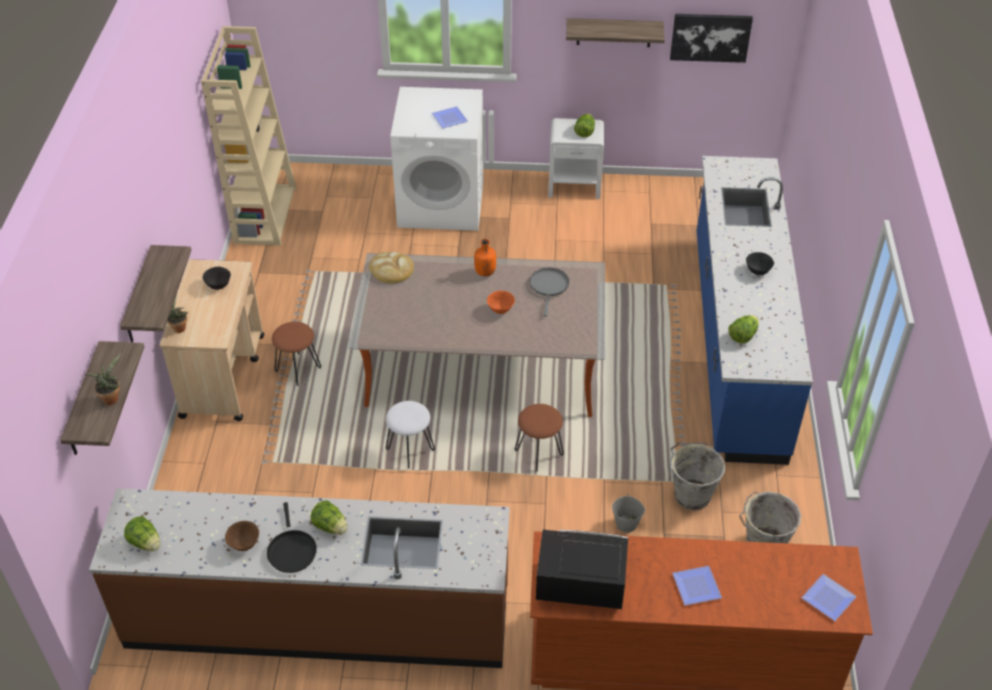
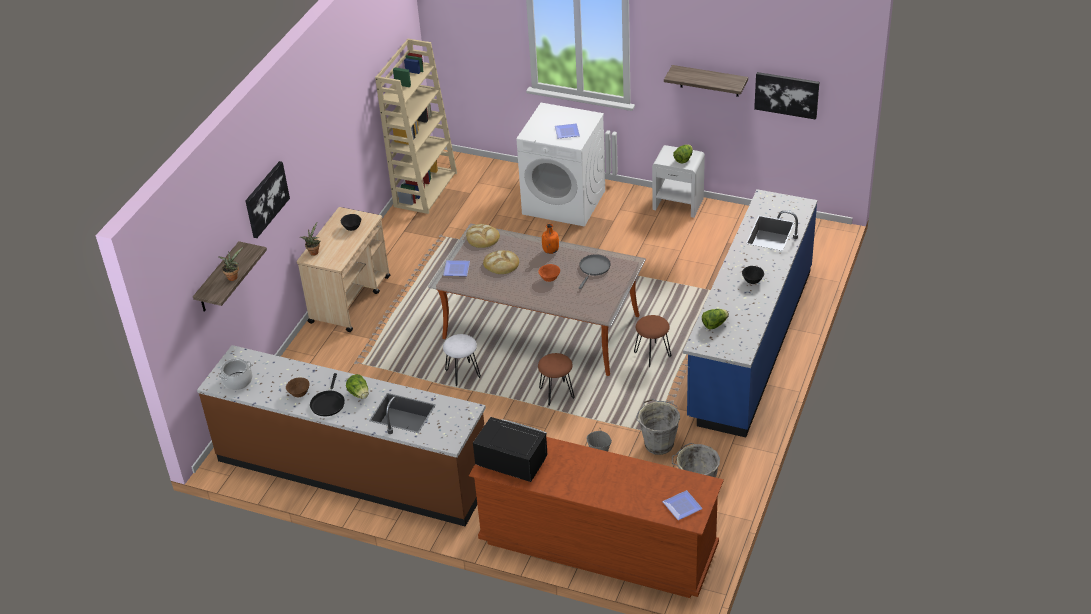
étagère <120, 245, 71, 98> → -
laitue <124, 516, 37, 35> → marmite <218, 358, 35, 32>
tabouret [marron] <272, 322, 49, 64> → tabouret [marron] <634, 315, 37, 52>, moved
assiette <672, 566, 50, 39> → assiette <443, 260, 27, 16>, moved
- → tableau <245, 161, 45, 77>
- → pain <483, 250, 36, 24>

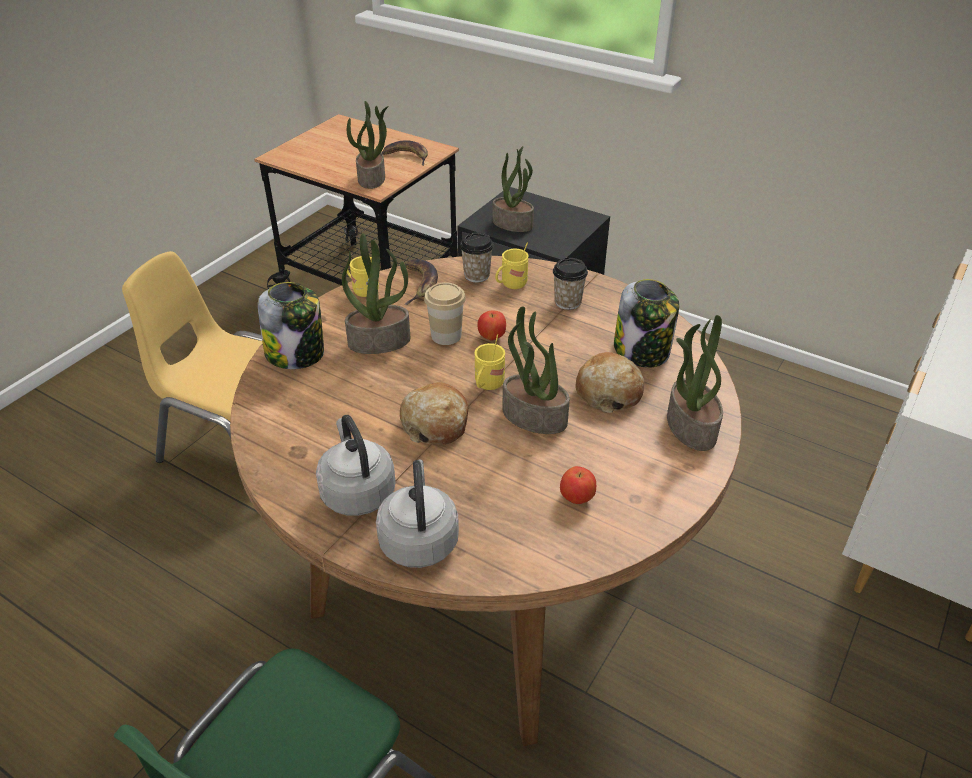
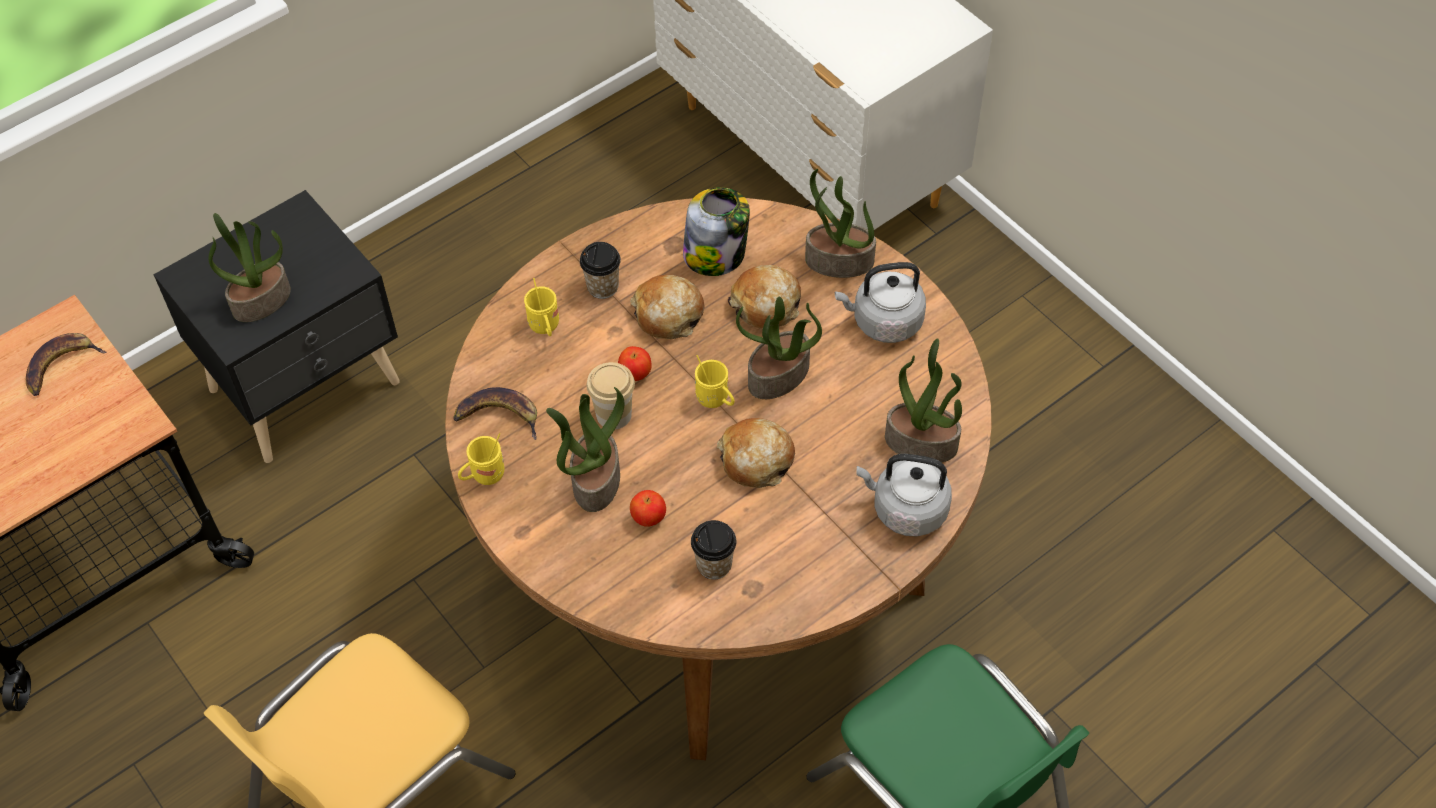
bocal <258, 282, 66, 87> → -
bouilloire [gris] <316, 415, 80, 101> → bouilloire [gris] <835, 262, 91, 81>, moved
plante en pot <347, 101, 42, 88> → plante en pot <885, 339, 77, 123>, moved
tasse <460, 232, 34, 50> → tasse <691, 520, 46, 60>, moved
pomme <560, 466, 36, 38> → pomme <630, 490, 36, 37>, moved
- → pain <630, 275, 74, 64>

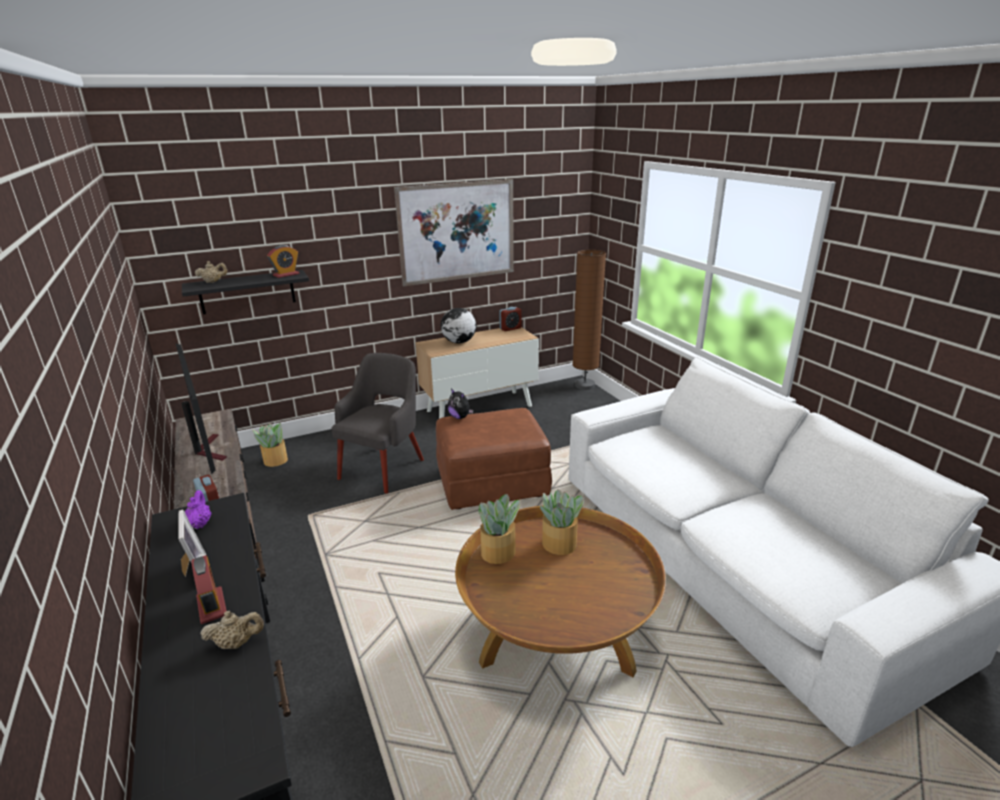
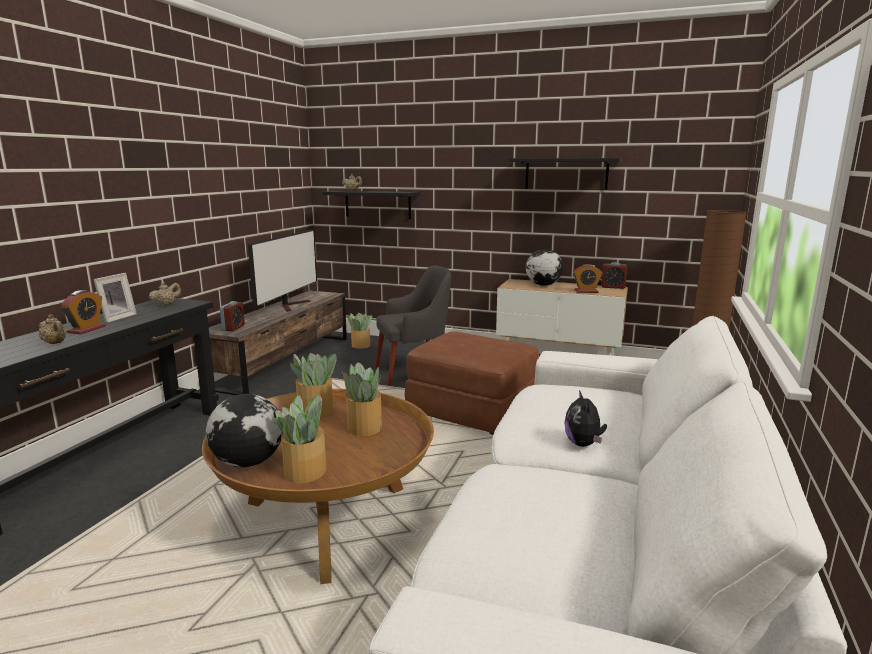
théière [violet] <185, 490, 26, 39> → théière [beige] <149, 282, 32, 24>
réveil <267, 245, 33, 33> → réveil <573, 264, 30, 29>, moved
tableau <394, 179, 120, 108> → étagère [noir] <509, 158, 113, 32>
peluche <448, 388, 25, 31> → peluche <564, 390, 43, 57>, moved
- → globe <206, 394, 77, 73>
- → plante en pot <275, 395, 51, 88>

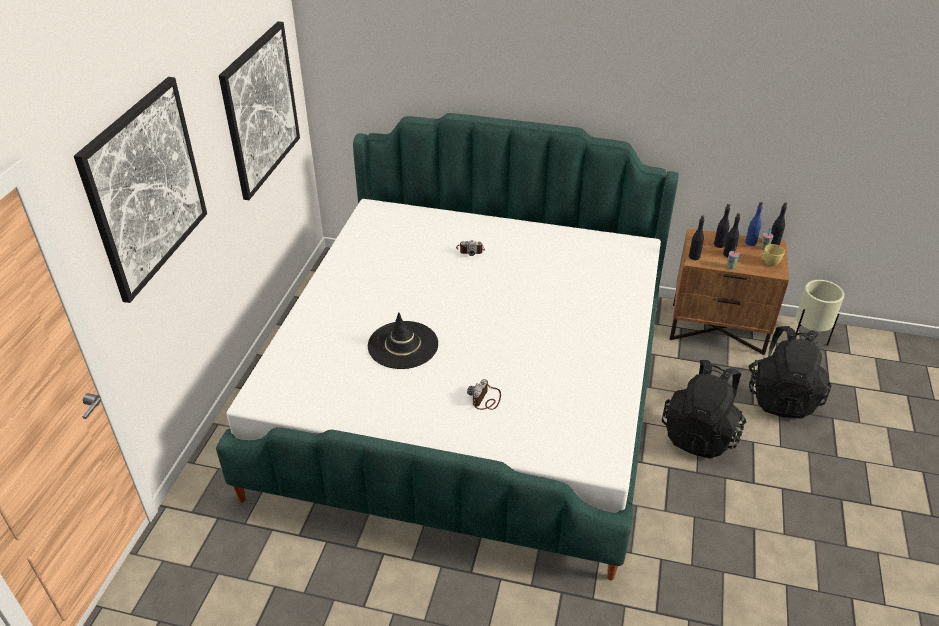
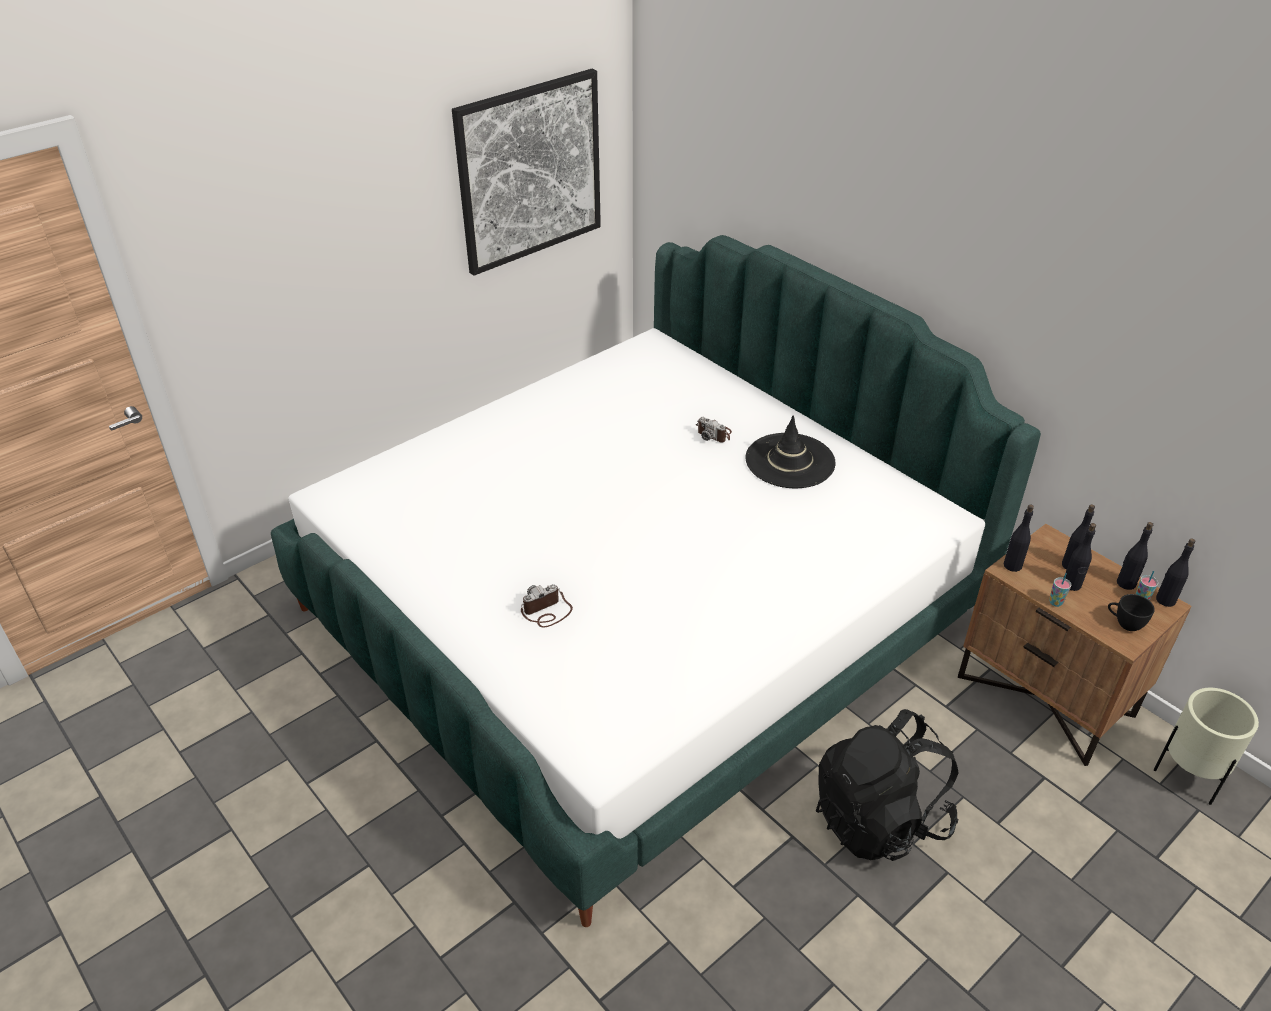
tableau <74, 77, 133, 226> → -
chapeau [noir] <368, 312, 70, 57> → chapeau [noir] <746, 415, 90, 74>, moved
bouteille [bleu] <745, 202, 18, 44> → bouteille [noir] <1117, 522, 36, 68>
sac à dos [noir] <749, 326, 83, 93> → -
tasse [jaune] <759, 244, 26, 22> → tasse [noir] <1108, 594, 47, 37>

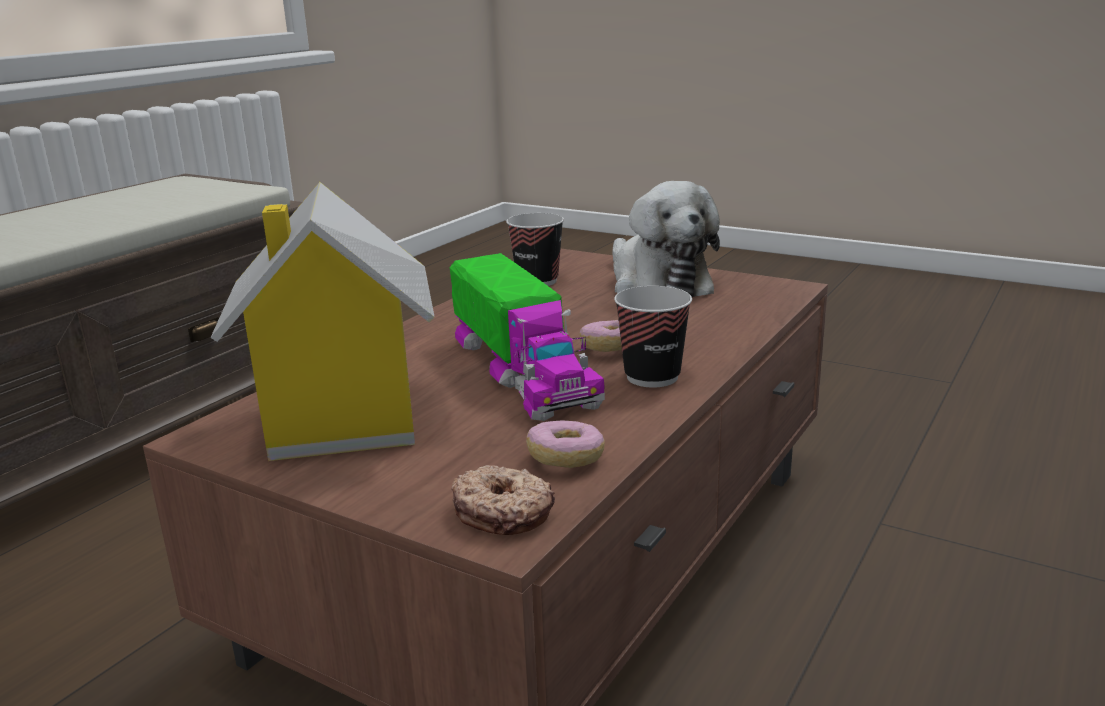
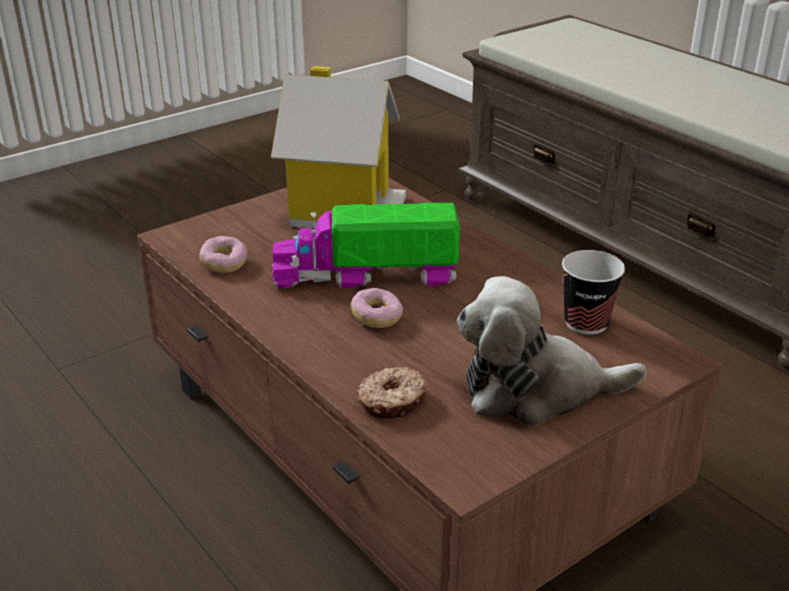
beignet <451, 465, 104, 70> → beignet <357, 367, 71, 52>, moved
tasse <614, 286, 78, 101> → -

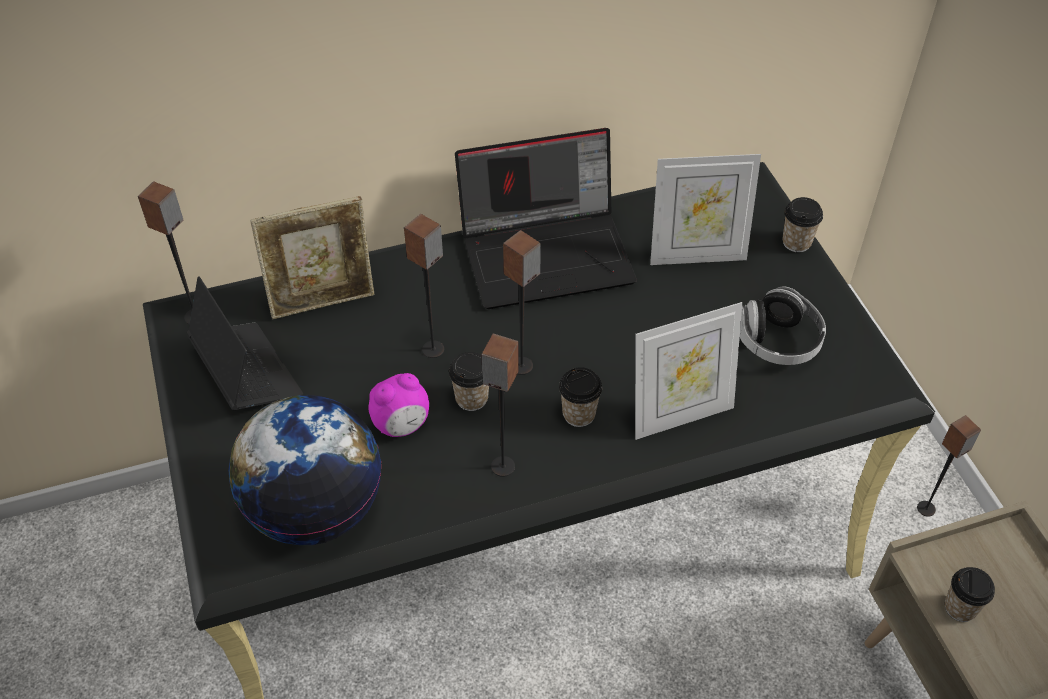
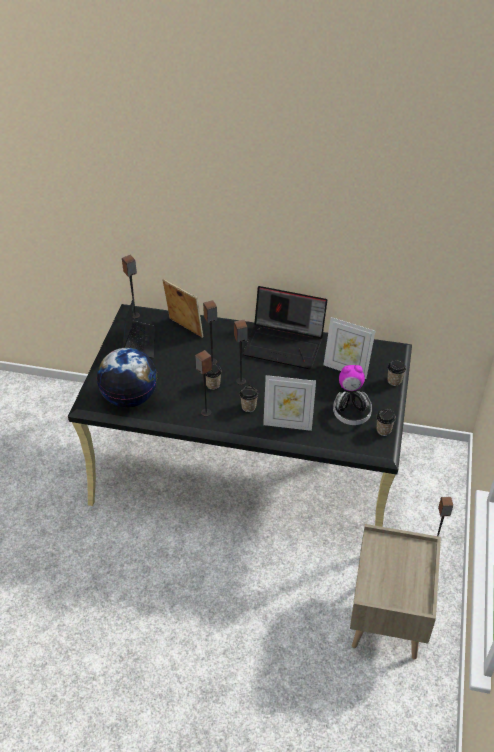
cadre photo <250, 196, 125, 123> → cadre photo <162, 279, 41, 59>, 150 degrees counterclockwise
réveil <368, 373, 61, 64> → réveil <339, 365, 26, 26>, moved
tasse <945, 567, 50, 55> → tasse <376, 409, 20, 27>, moved

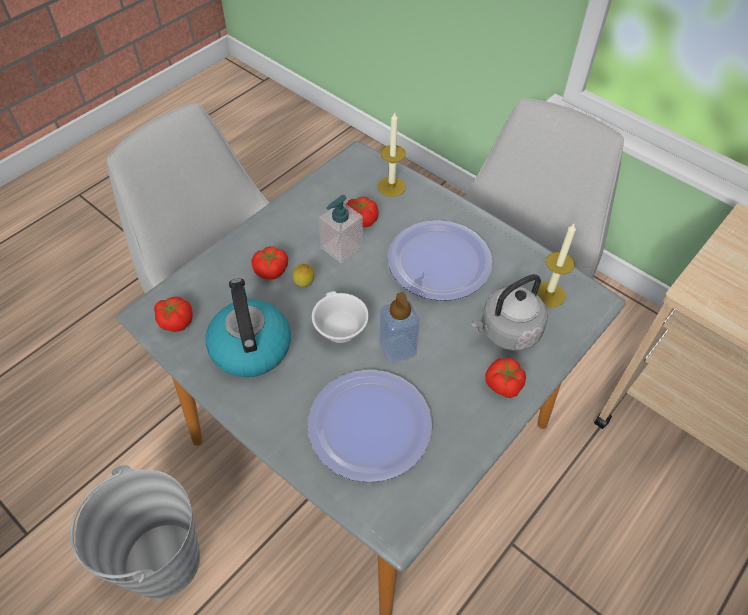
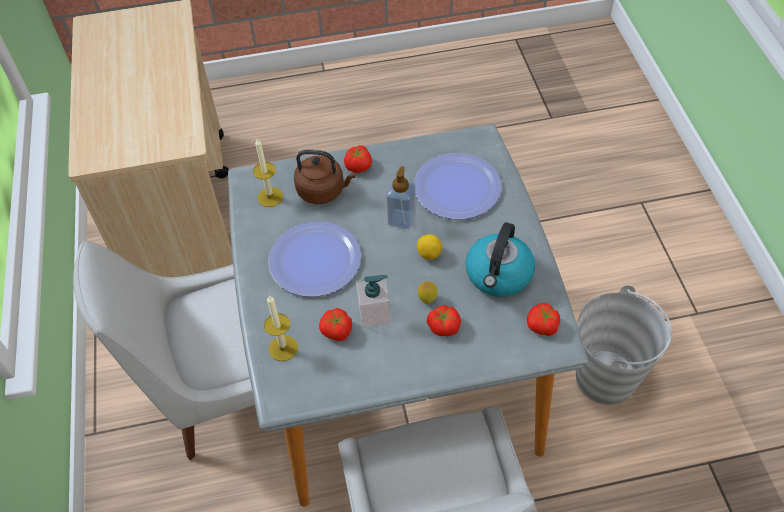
tasse [blanc] <312, 291, 57, 52> → citron <417, 234, 25, 26>
bouilloire [gris] <471, 274, 77, 77> → bouilloire [marron] <294, 150, 61, 54>

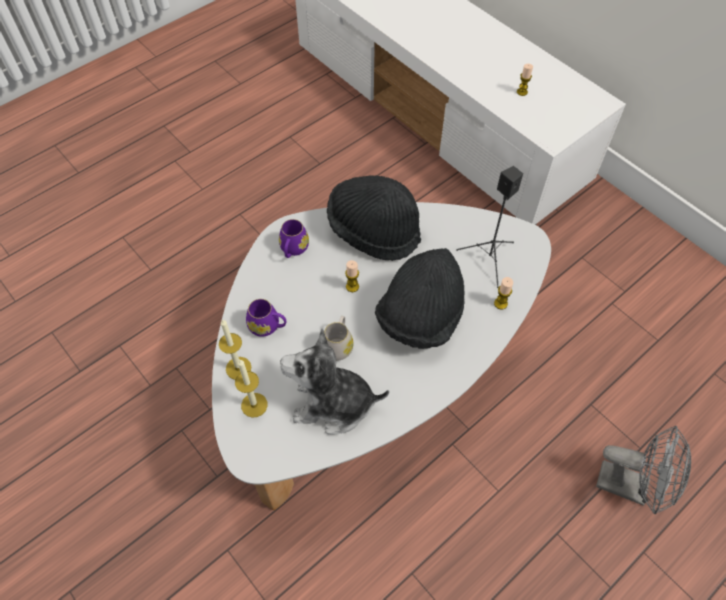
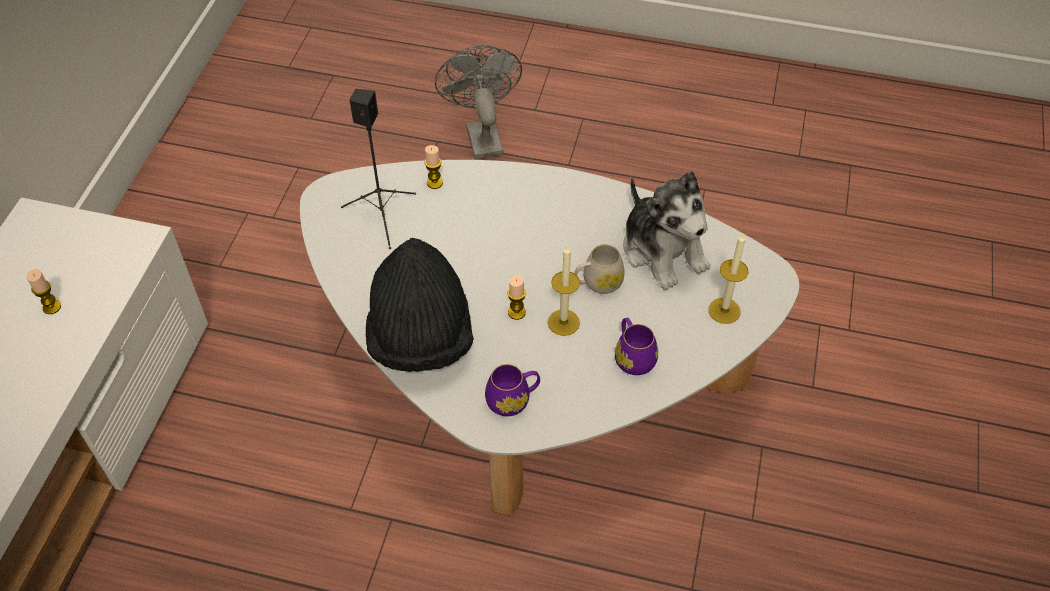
bougie <219, 319, 32, 61> → bougie <548, 245, 32, 91>, moved
chapeau [noir] <375, 248, 89, 101> → -

